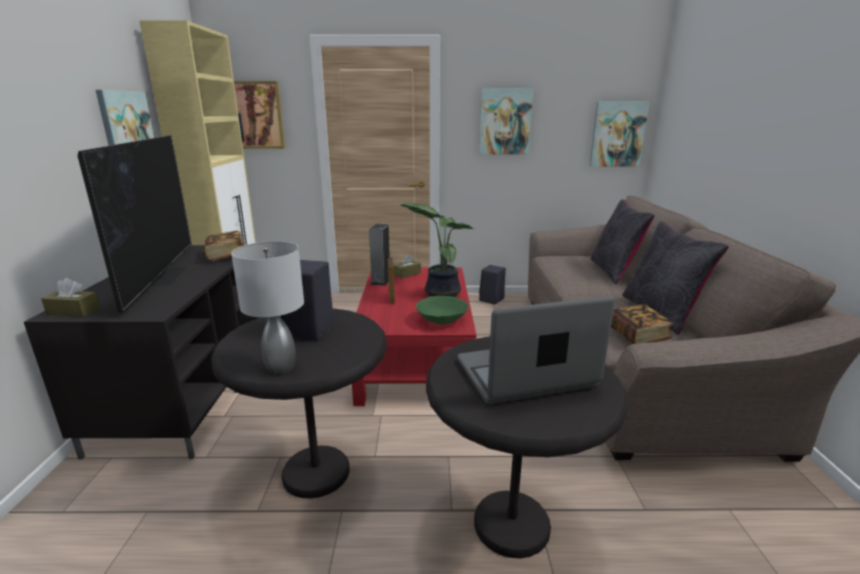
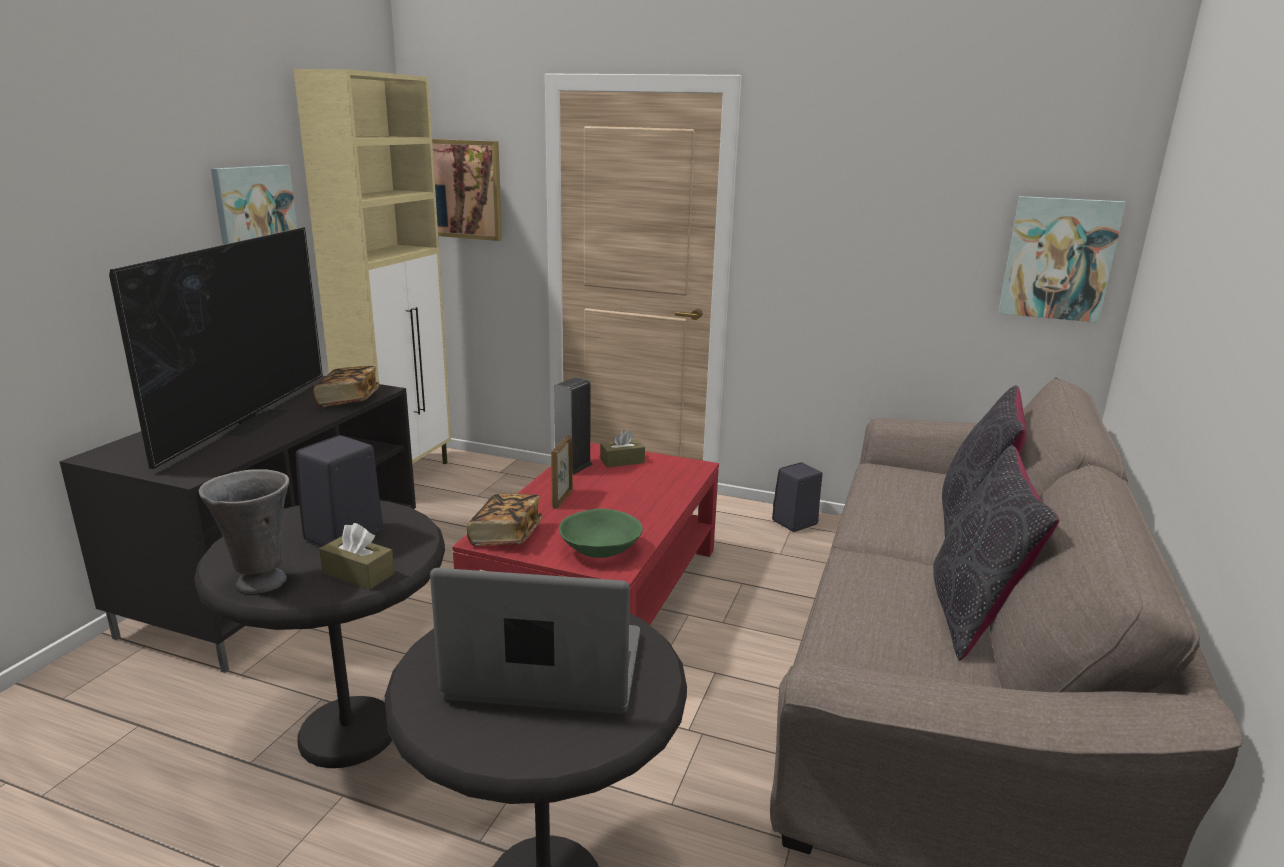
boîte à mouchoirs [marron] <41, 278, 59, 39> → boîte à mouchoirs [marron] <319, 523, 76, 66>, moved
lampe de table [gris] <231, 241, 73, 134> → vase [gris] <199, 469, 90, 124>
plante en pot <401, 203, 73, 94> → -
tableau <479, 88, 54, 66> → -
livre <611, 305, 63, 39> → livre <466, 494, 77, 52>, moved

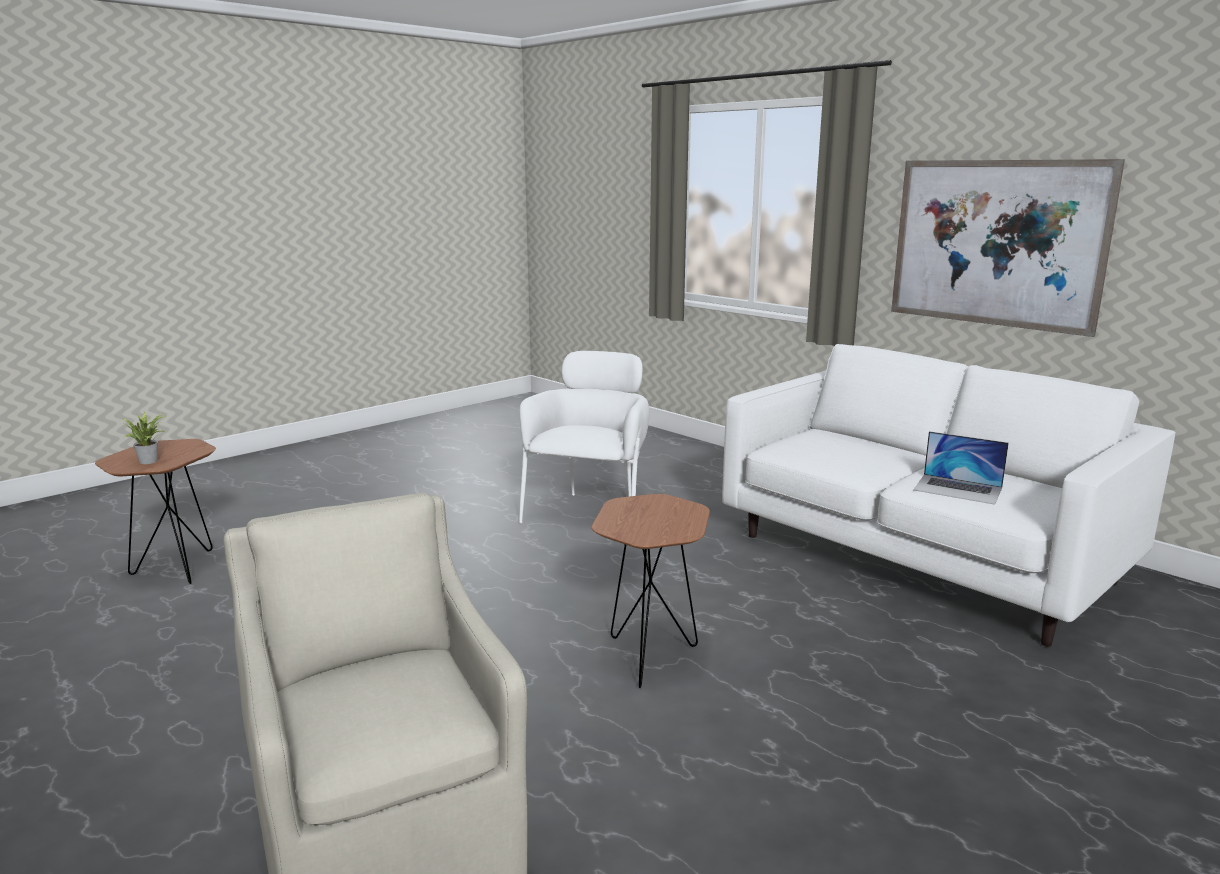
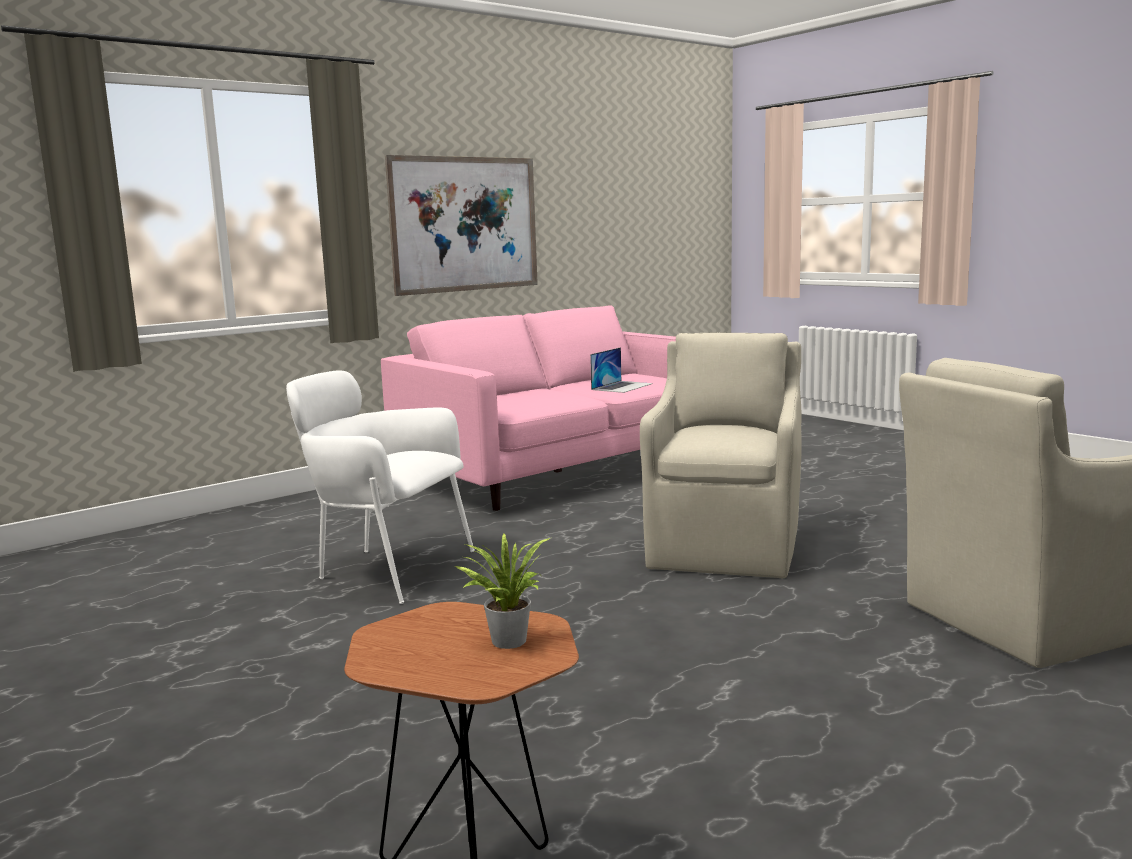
table d'appoint [marron] <592, 494, 118, 194> → fauteuil [beige] <640, 333, 162, 245>
canapé [blanc] <722, 344, 453, 303> → canapé [rose] <381, 305, 295, 206>

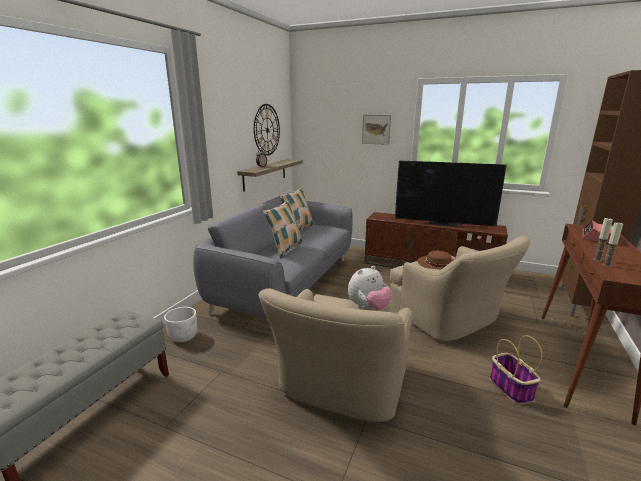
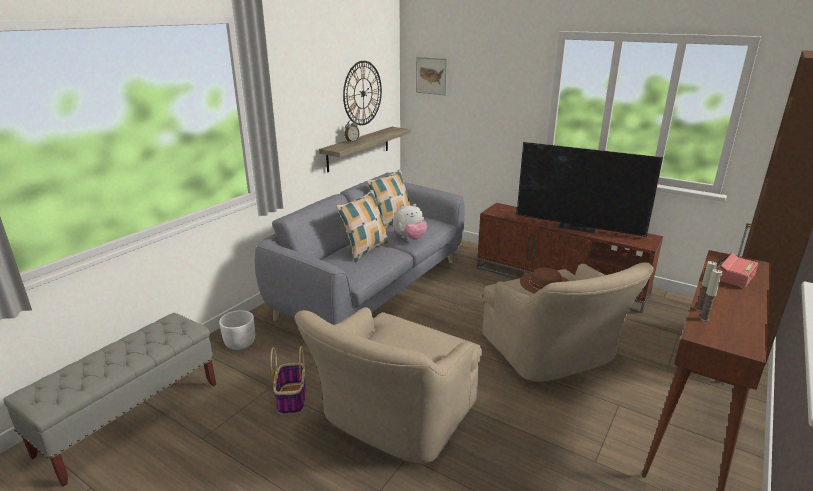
peluche <348, 266, 45, 44> → peluche <393, 204, 34, 36>, moved
tableau <362, 115, 29, 30> → tableau <416, 57, 31, 39>, moved
panier <490, 335, 53, 69> → panier <270, 346, 36, 69>, moved

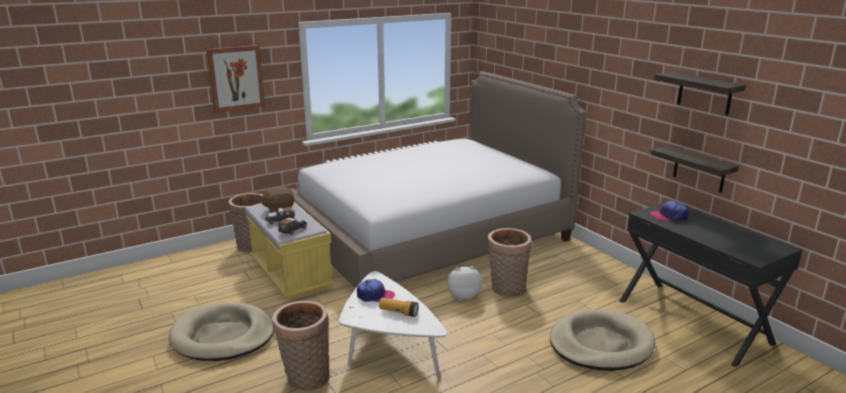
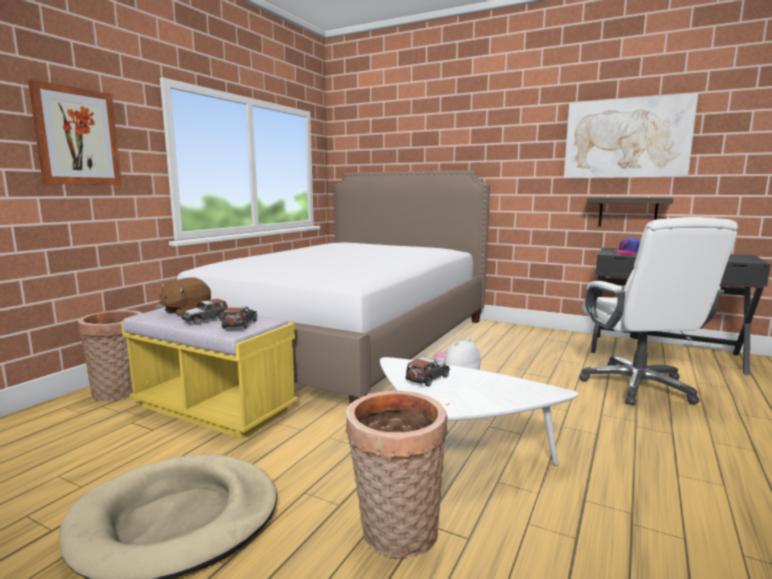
casquette <357, 279, 38, 24> → petite voiture <406, 357, 44, 29>
lampe de poche <379, 298, 40, 19> → -
panier <487, 228, 45, 69> → -
panier pour chien [beige] <550, 309, 106, 62> → chaise de bureau [blanc] <579, 217, 159, 189>
étagère <654, 72, 92, 44> → tableau <564, 93, 134, 85>

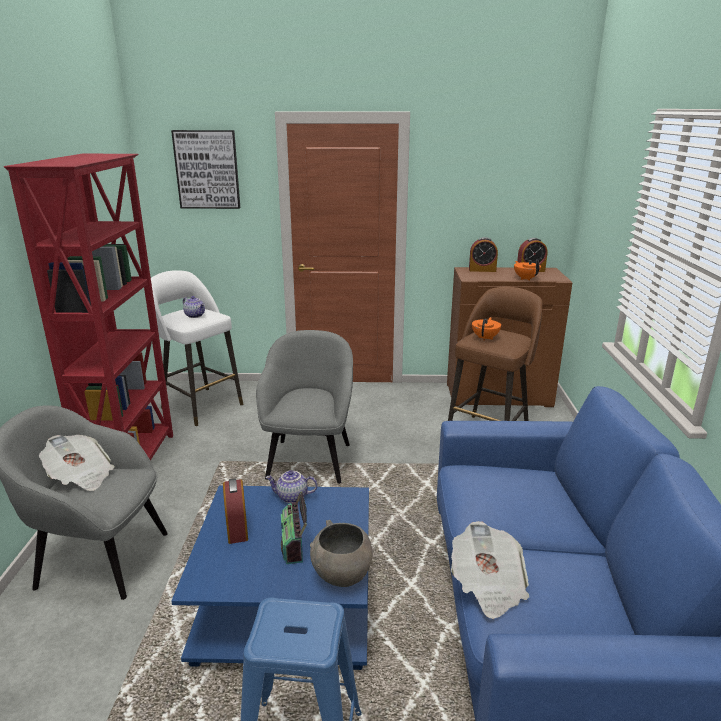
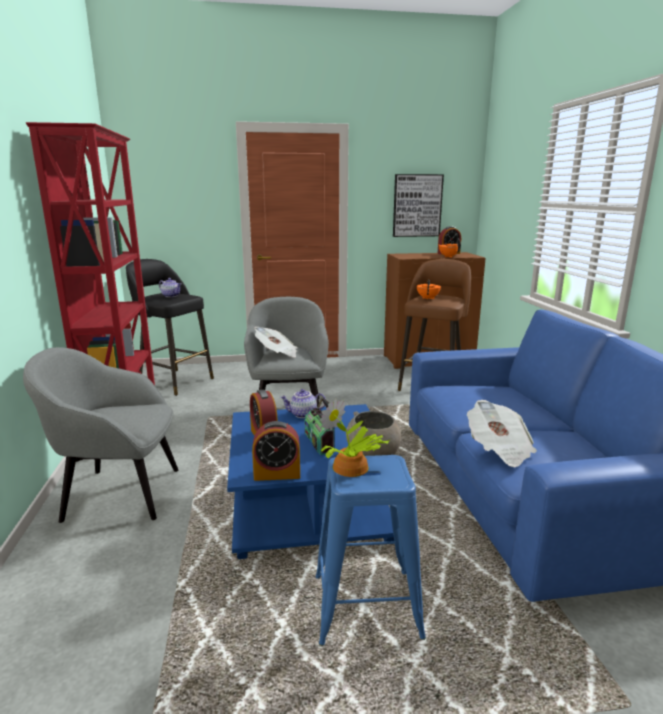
journal <39, 435, 75, 56> → journal <255, 327, 42, 30>, moved
tabouret [blanc] <151, 270, 92, 156> → tabouret [noir] <126, 259, 88, 137>
tableau <171, 130, 69, 79> → tableau <393, 174, 51, 63>, moved
réveil <469, 237, 29, 35> → réveil <252, 421, 48, 60>, moved
- → plante en pot <320, 398, 70, 79>

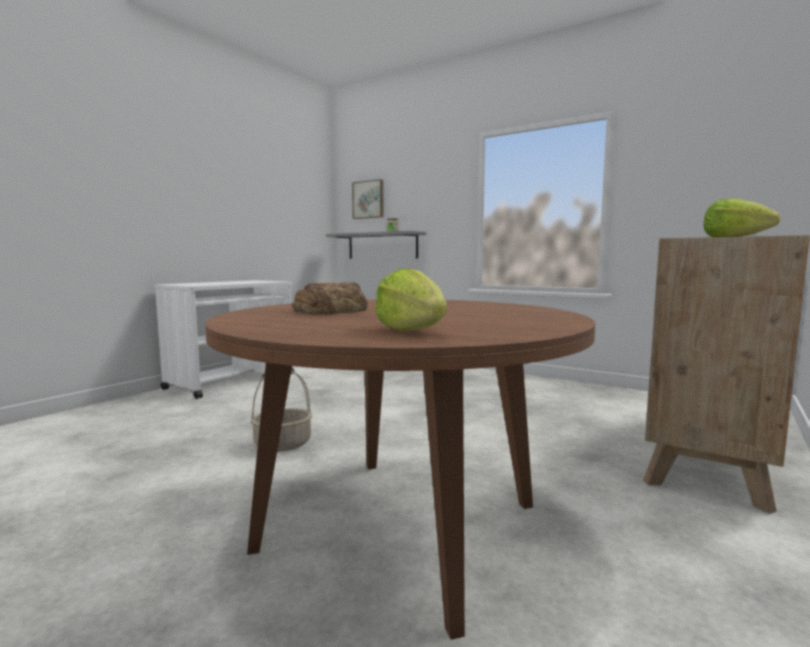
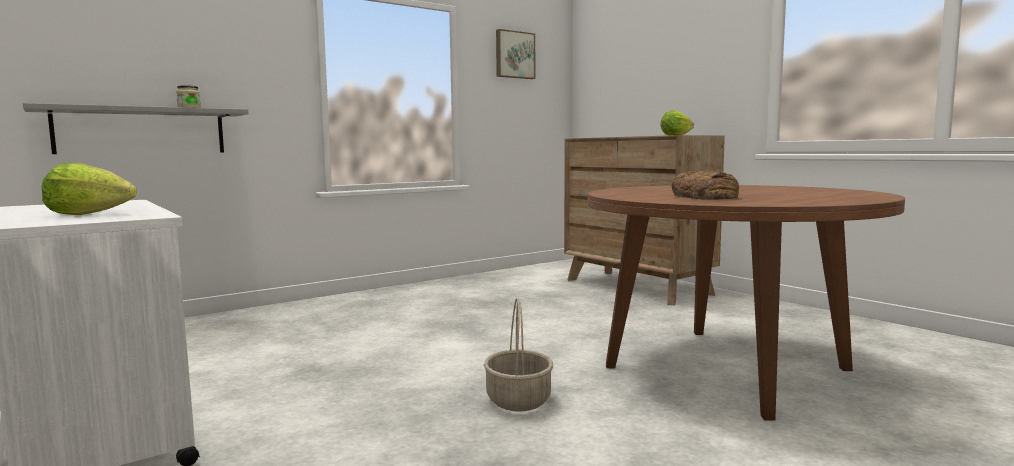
tableau <352, 179, 31, 40> → tableau <496, 29, 39, 50>, moved
laitue <375, 268, 72, 63> → laitue <42, 163, 95, 52>, moved

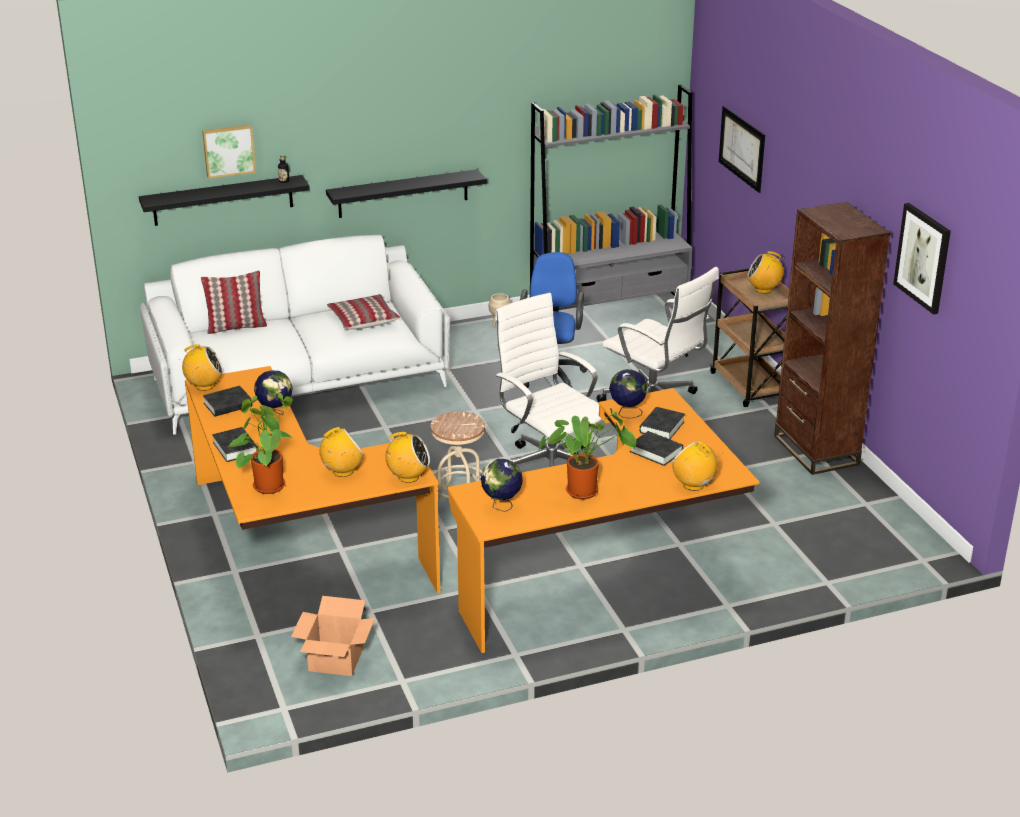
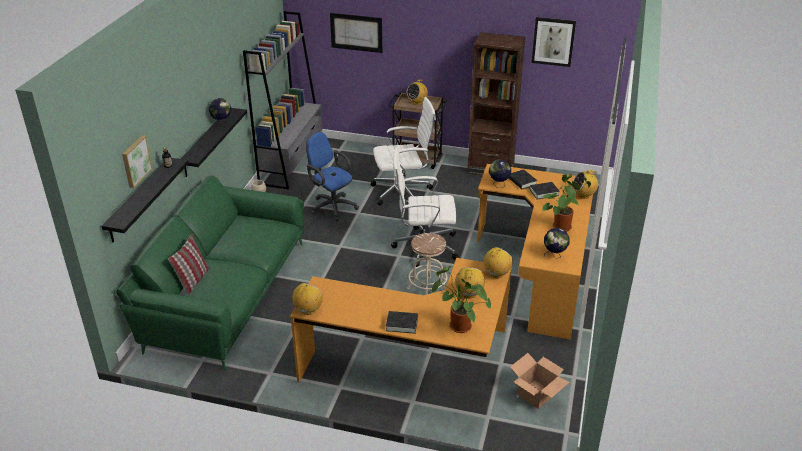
canapé [blanc] <140, 235, 310, 200> → canapé [vert] <116, 176, 188, 195>
livre [noir] <203, 386, 49, 31> → -
globe <254, 370, 39, 45> → globe <209, 98, 22, 31>, moved
coussin <327, 294, 73, 36> → -

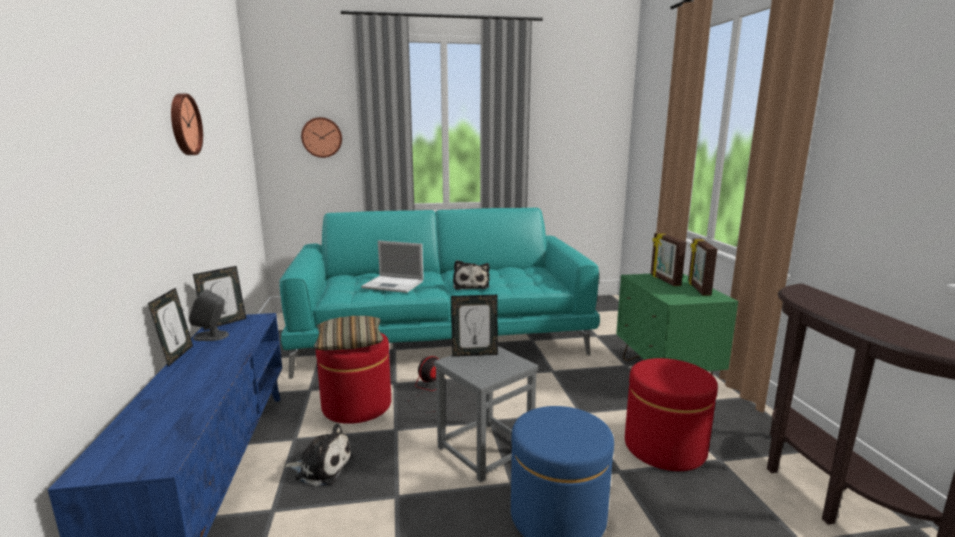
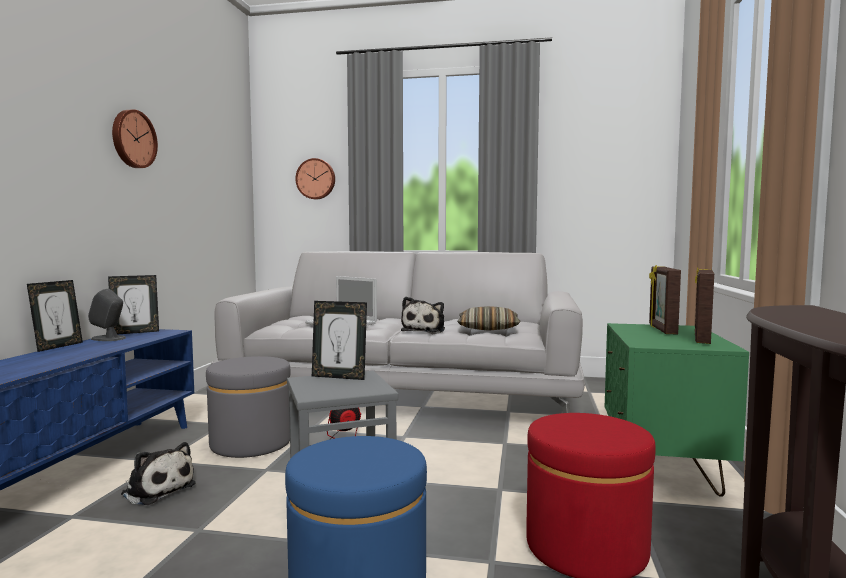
canapé [turquoise] <280, 208, 320, 171> → canapé [gris] <211, 251, 374, 162>
coussin <314, 316, 69, 34> → coussin <457, 306, 64, 25>, moved
pouf [rouge] <316, 332, 75, 92> → pouf [gris] <206, 356, 84, 102>

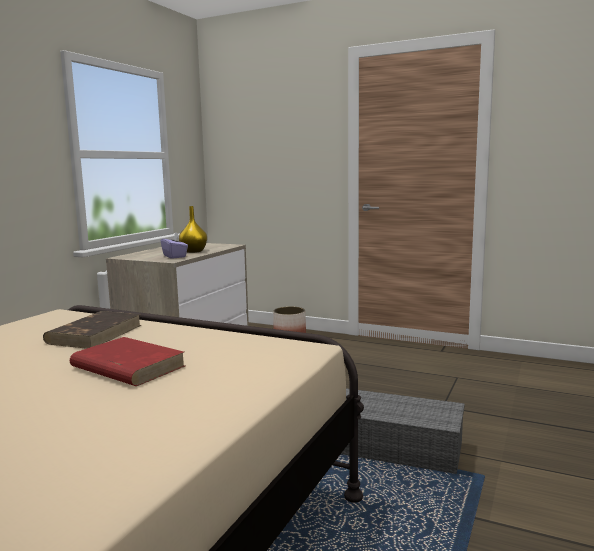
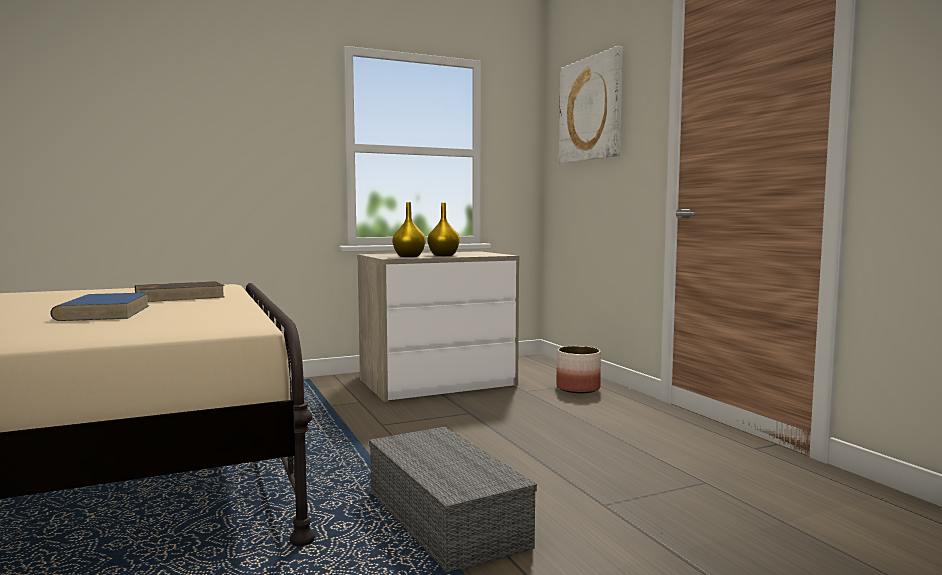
livre [rouge] <70, 337, 115, 49> → livre [bleu] <50, 292, 100, 29>
boîte à mouchoirs [violet] <161, 232, 27, 27> → vase [jaune] <392, 202, 34, 55>
- → tableau <559, 46, 64, 118>

